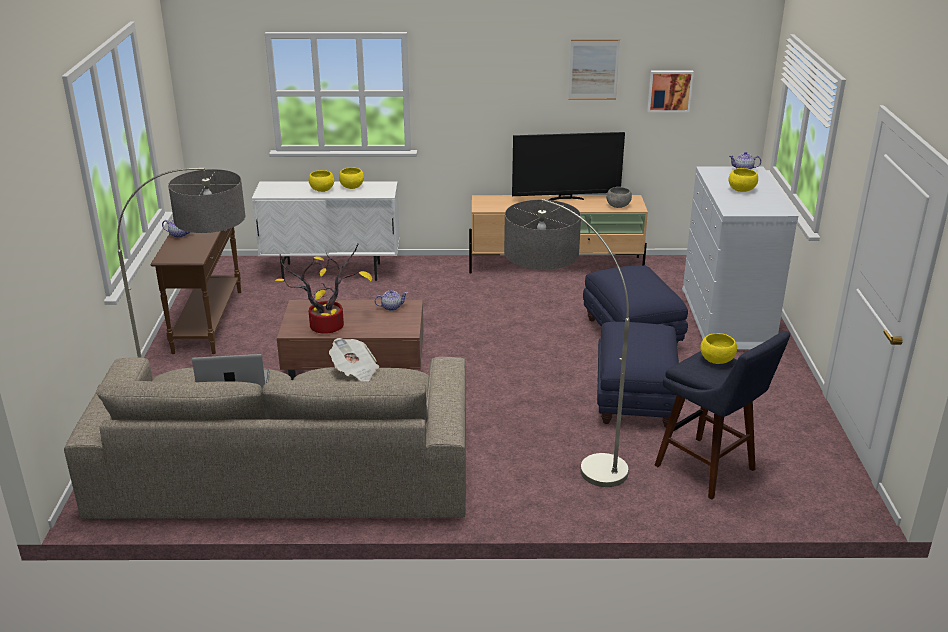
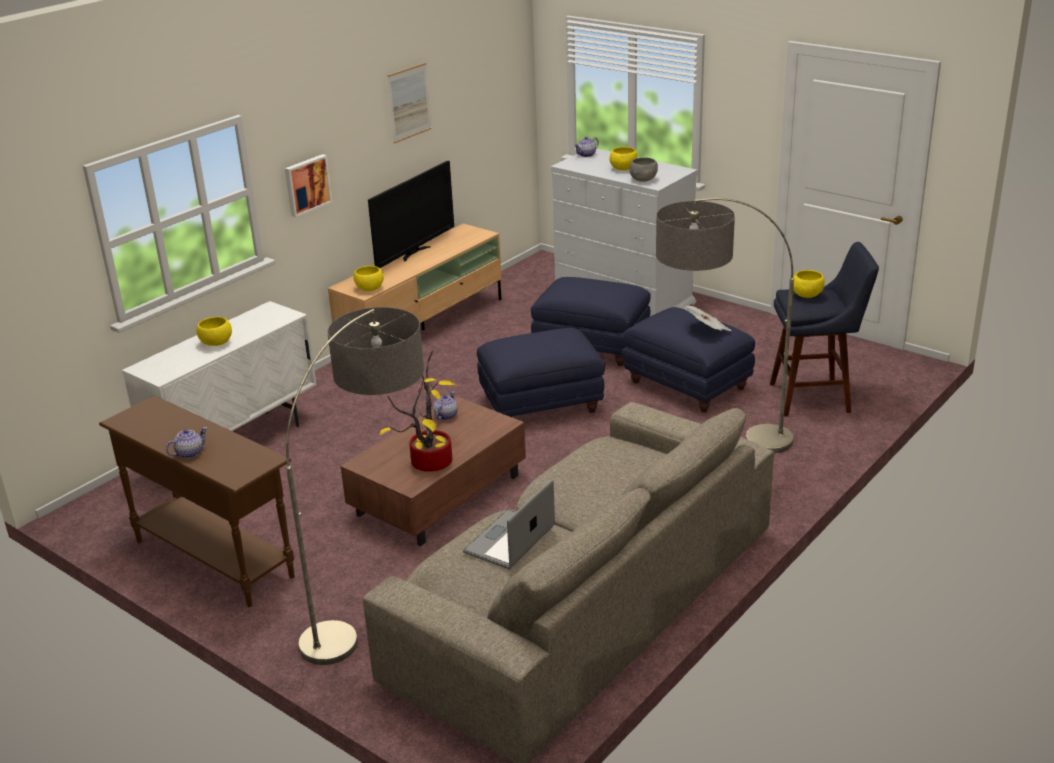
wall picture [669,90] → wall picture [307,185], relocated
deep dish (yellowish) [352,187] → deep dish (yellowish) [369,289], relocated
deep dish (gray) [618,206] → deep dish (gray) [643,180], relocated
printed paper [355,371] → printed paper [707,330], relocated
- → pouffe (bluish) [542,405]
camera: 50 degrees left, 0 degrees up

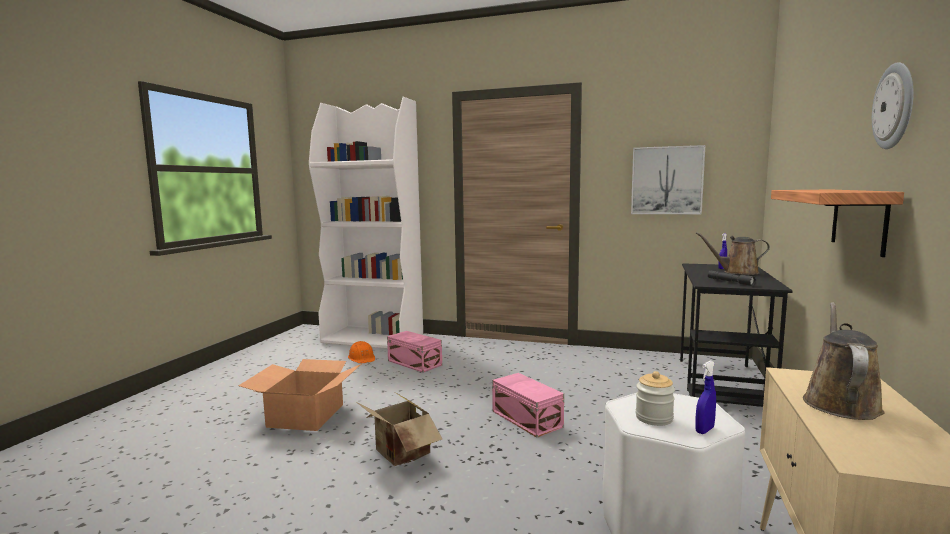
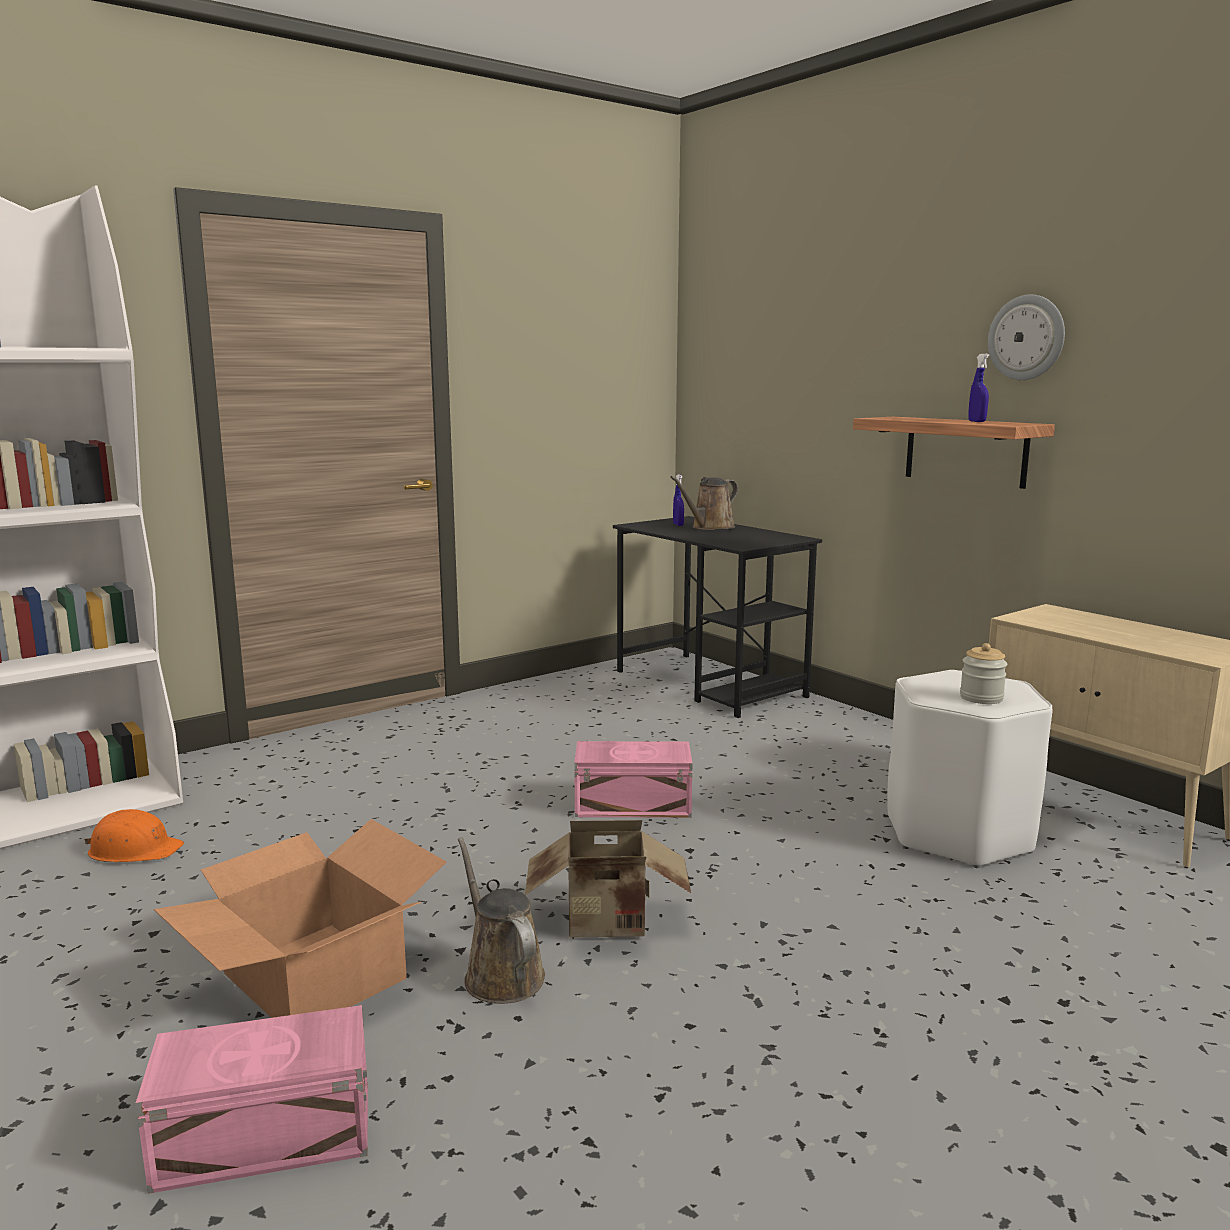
wall picture [666,180] → -
hand torch (gray) [730,282] → -
watering can (brownish) [840,402] → watering can (brownish) [500,974], relocated
storage bin (pinkish) [414,363] → storage bin (pinkish) [268,1138], relocated
hand sprayer (bluish) [704,430] → hand sprayer (bluish) [977,421], relocated
camera: 55 degrees left, 5 degrees up

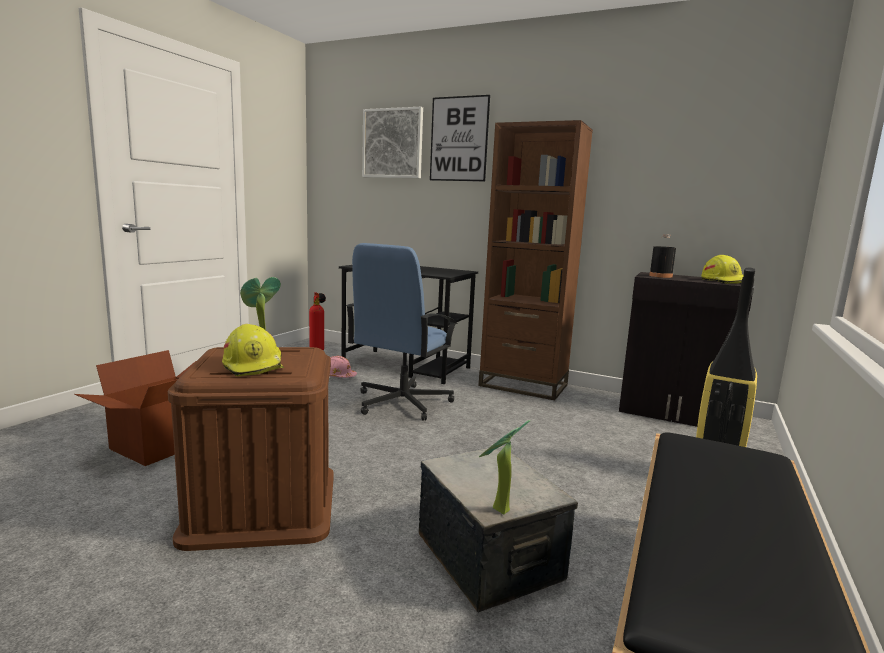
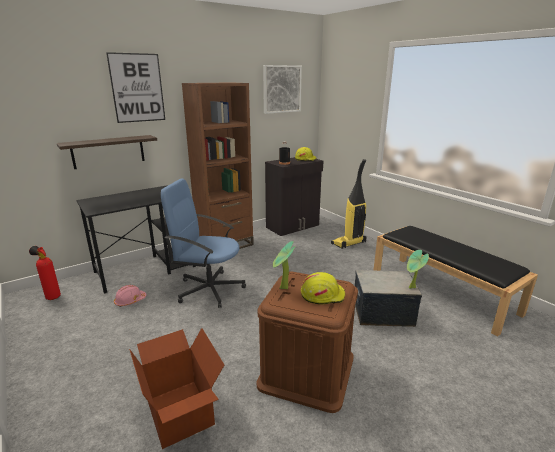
wall picture [392,143] → wall picture [281,89], relocated
computer chair (bluish) [401,403] → computer chair (bluish) [209,289], 135 degrees clockwise
- → wall shelf [108,151]
camera: 60 degrees left, 10 degrees up

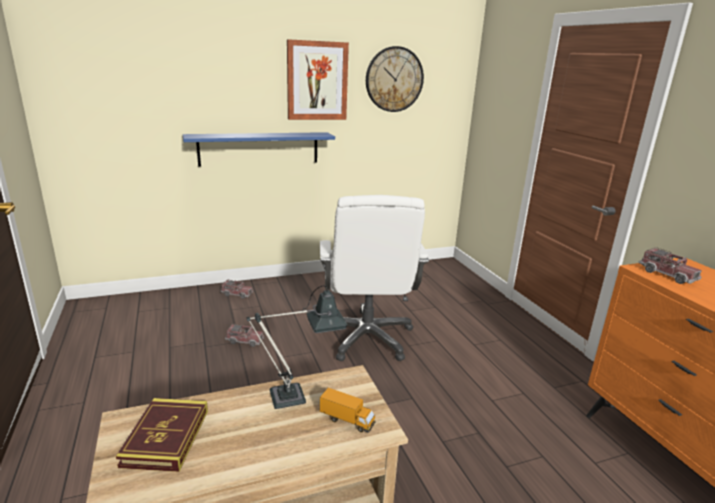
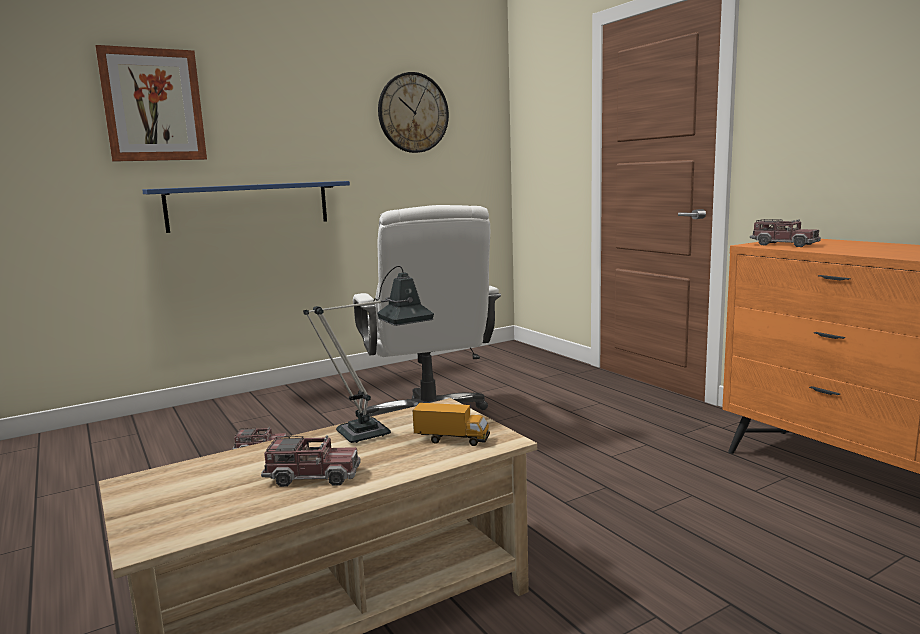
wall picture [317,81] → wall picture [153,105], relocated
toy lorry [237,294] → toy lorry [313,476], relocated
bound book [166,437] → -
camera: 10 degrees left, 10 degrees down

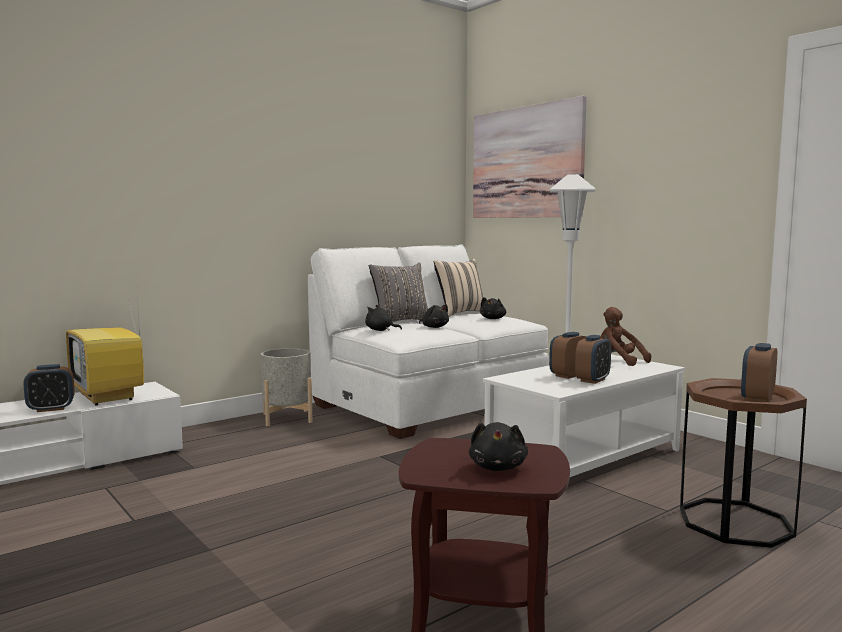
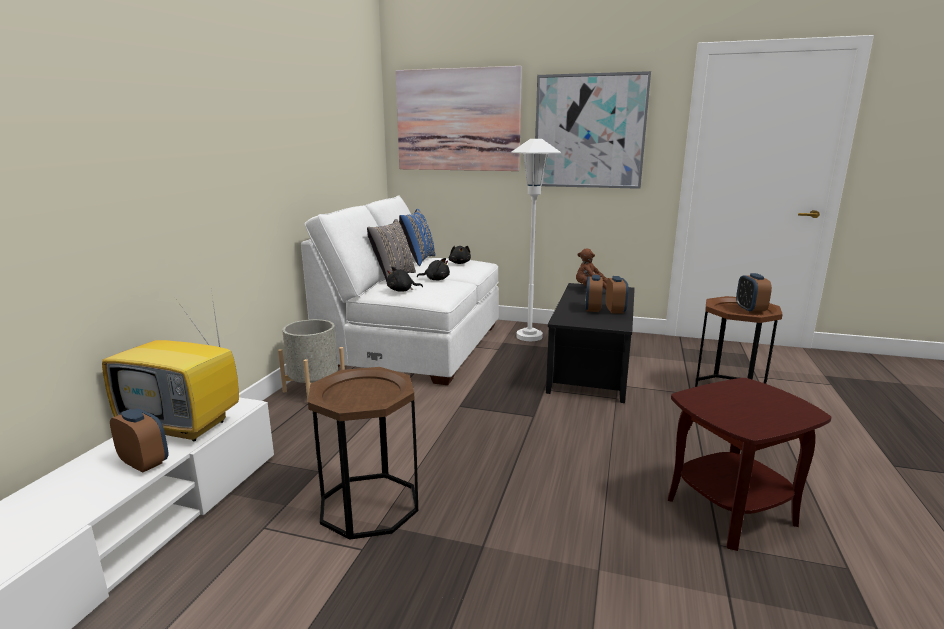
pillow (beige) [460,313] → pillow (bluish) [418,260]
low table (white) [583,458] → low table (blackish) [590,367]
alarm clock [51,409] → alarm clock [144,463], 90 degrees counterclockwise
soft toy (blackish) [498,467] → -
- → wall picture [589,131]
- → side table (brownish) [369,505]
camera: 35 degrees left, 10 degrees up

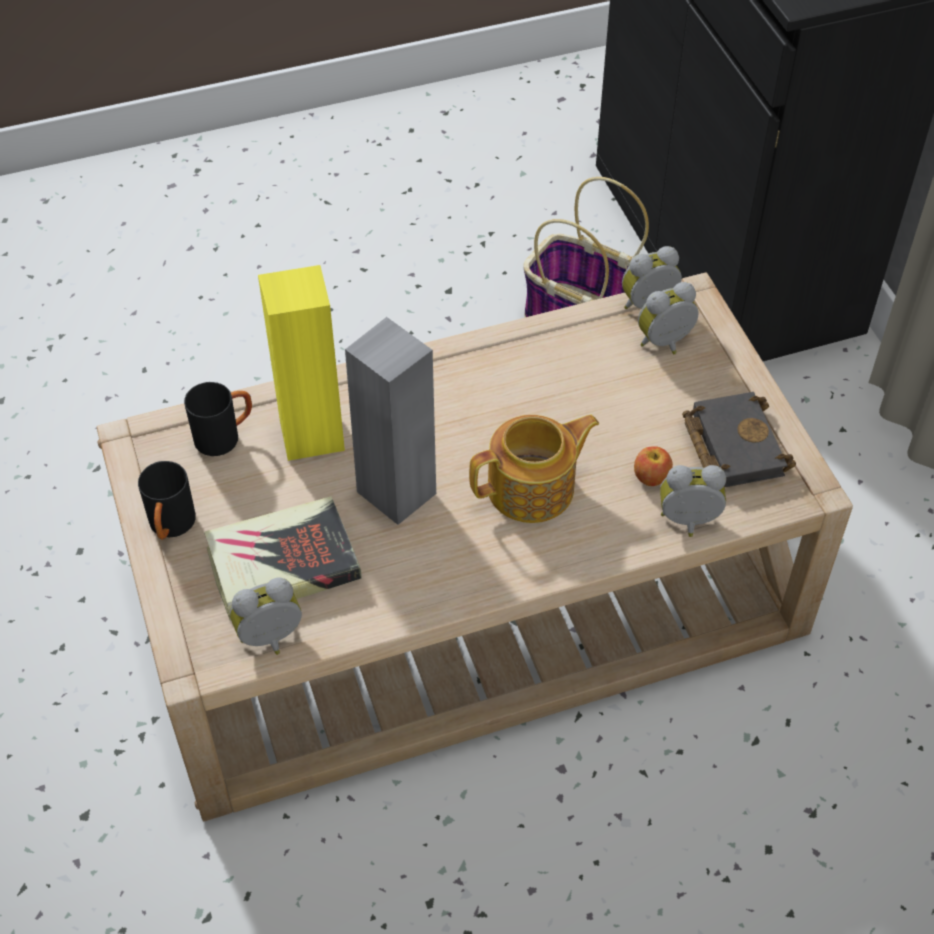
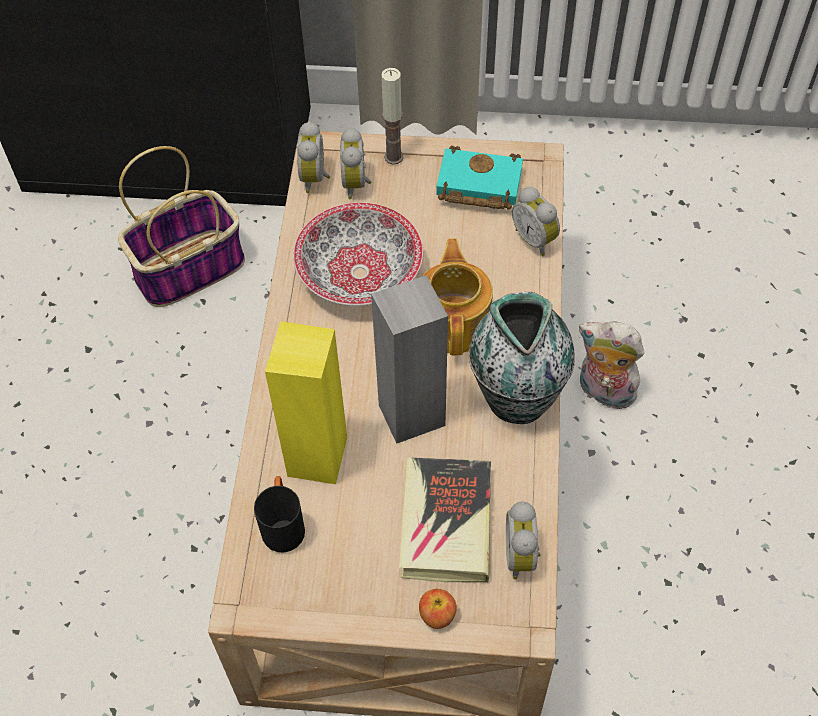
bound book (blackish) [731,444] → bound book (turquoise) [476,185]
apple fruit [651,477] → apple fruit [437,615], relocated
tea mug (blackish) [171,527] → -
alarm clock [688,523] → alarm clock [536,239], 60 degrees counterclockwise
- → wax light [393,157]
- → deep dish [360,272]
- → flower vase [517,396]
- → soft toy [603,392]
camera: 65 degrees left, 5 degrees up

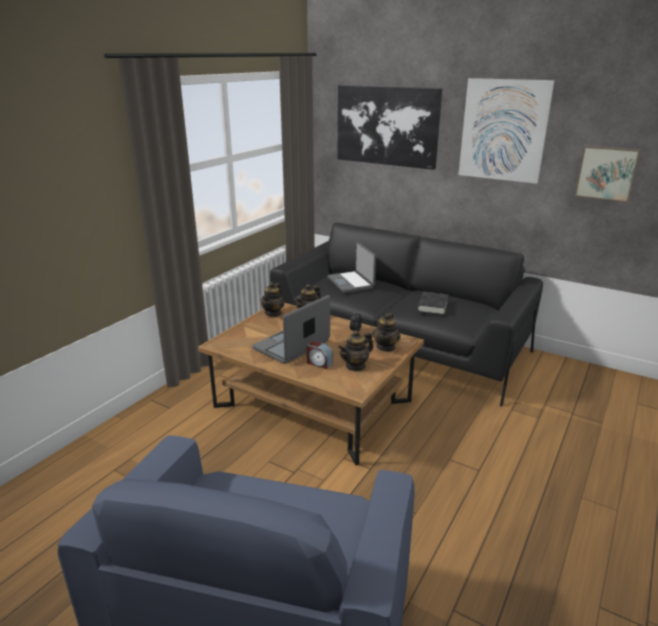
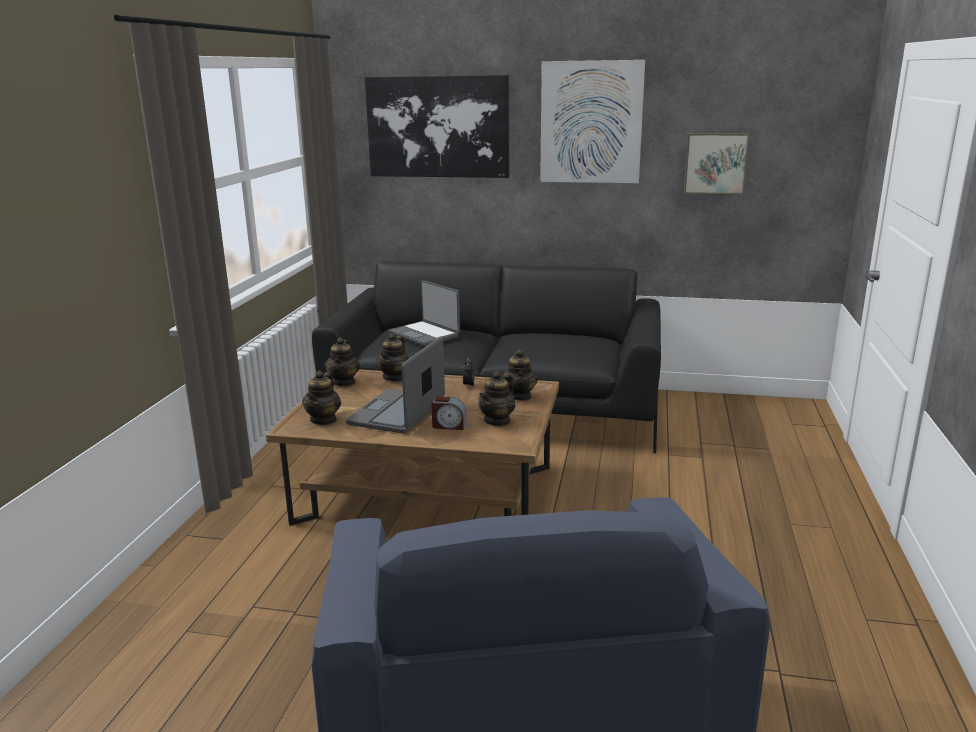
bound book (blackish) [432,306] → -
- → tea pot [324,420]
camera: 20 degrees left, 5 degrees down

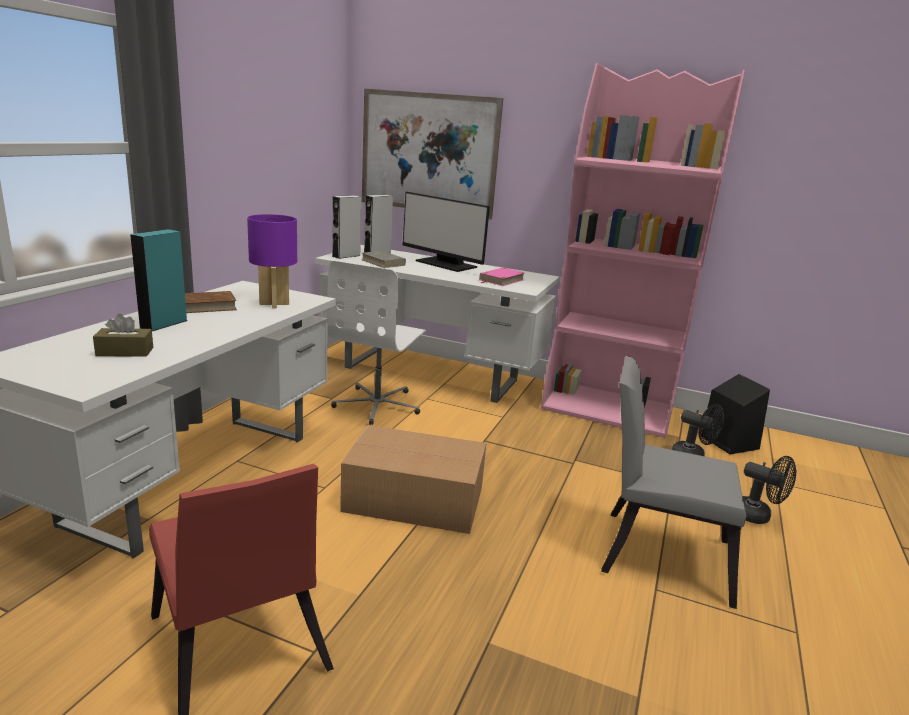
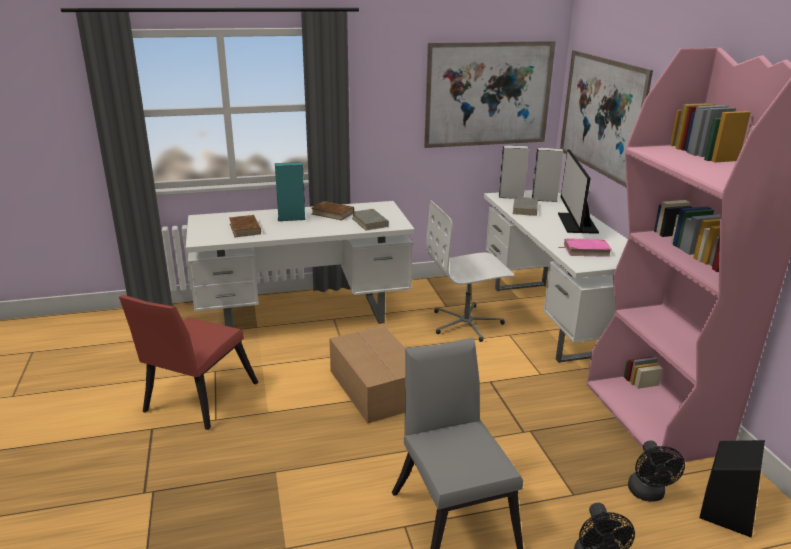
tabletop lamp (purple-coloured) [275,304] → bound book (gray) [370,222]
box of tissues (brownish) [125,352] → bound book (brownish) [245,229]
- → wall picture [488,94]
camera: 55 degrees right, 5 degrees up

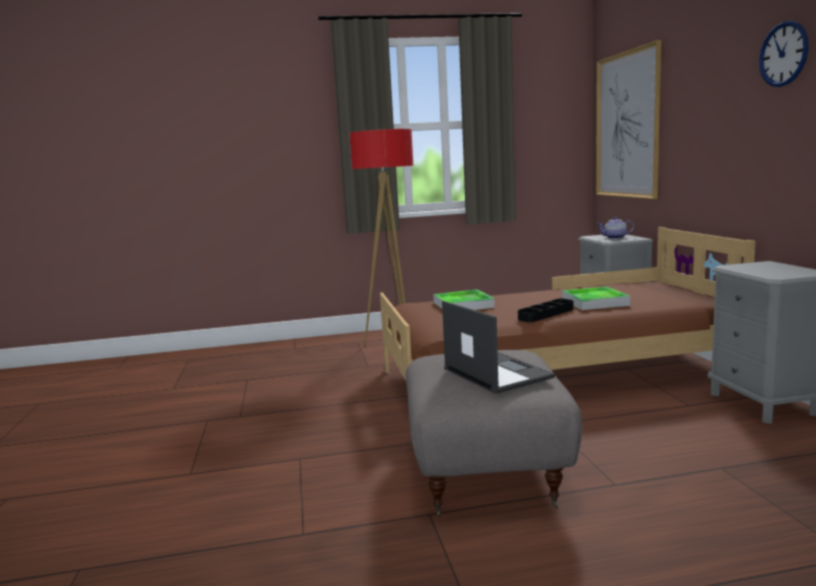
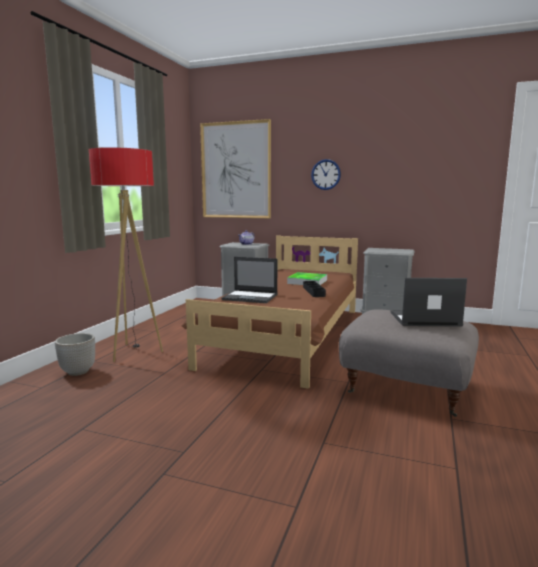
hanging clock [783,54] → hanging clock [325,174], relocated
serving tray [463,305] → portable computer [251,297]
- → flower pot [78,371]
camera: 60 degrees left, 0 degrees up

